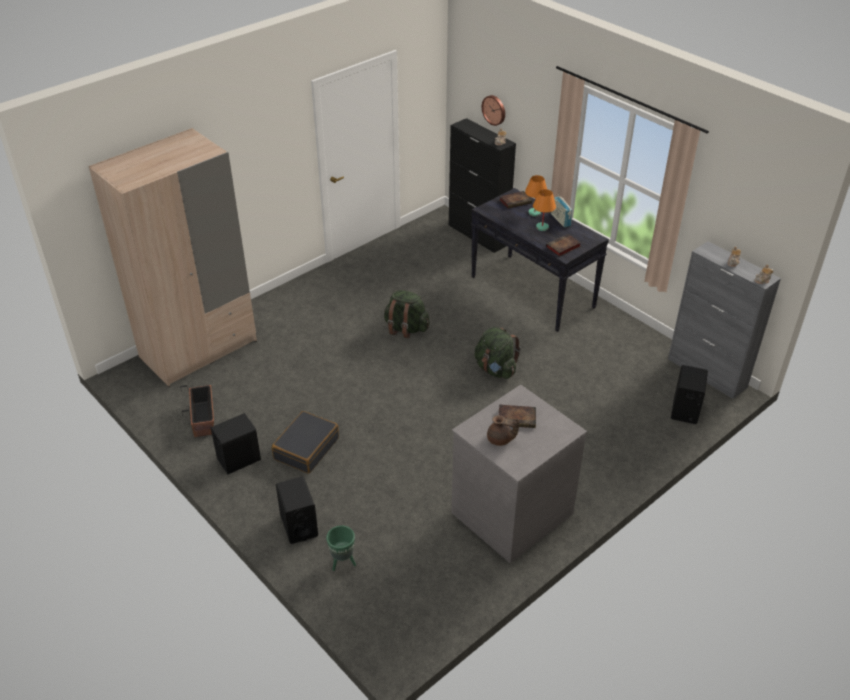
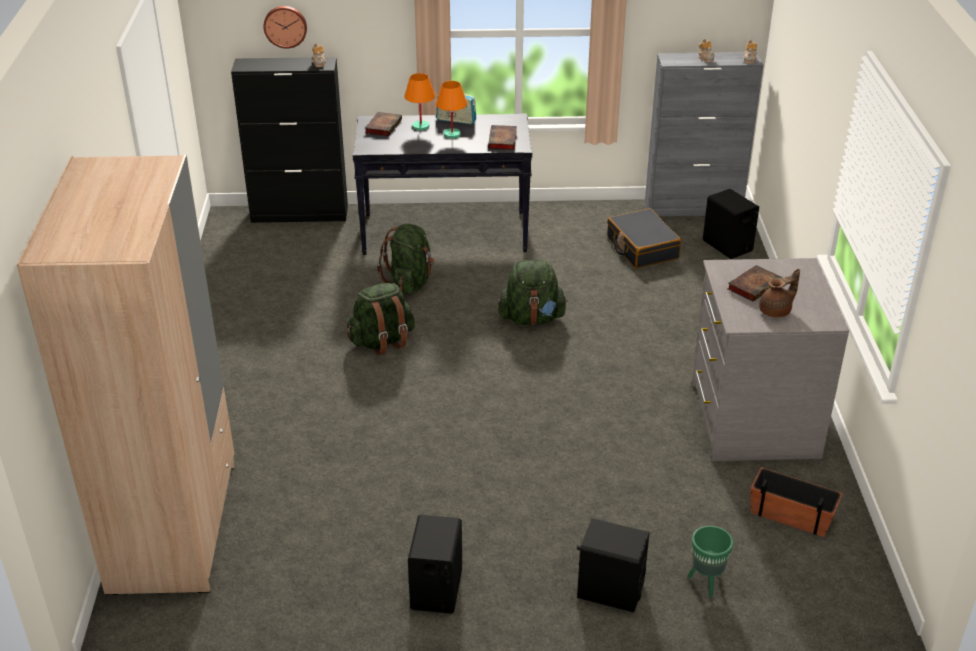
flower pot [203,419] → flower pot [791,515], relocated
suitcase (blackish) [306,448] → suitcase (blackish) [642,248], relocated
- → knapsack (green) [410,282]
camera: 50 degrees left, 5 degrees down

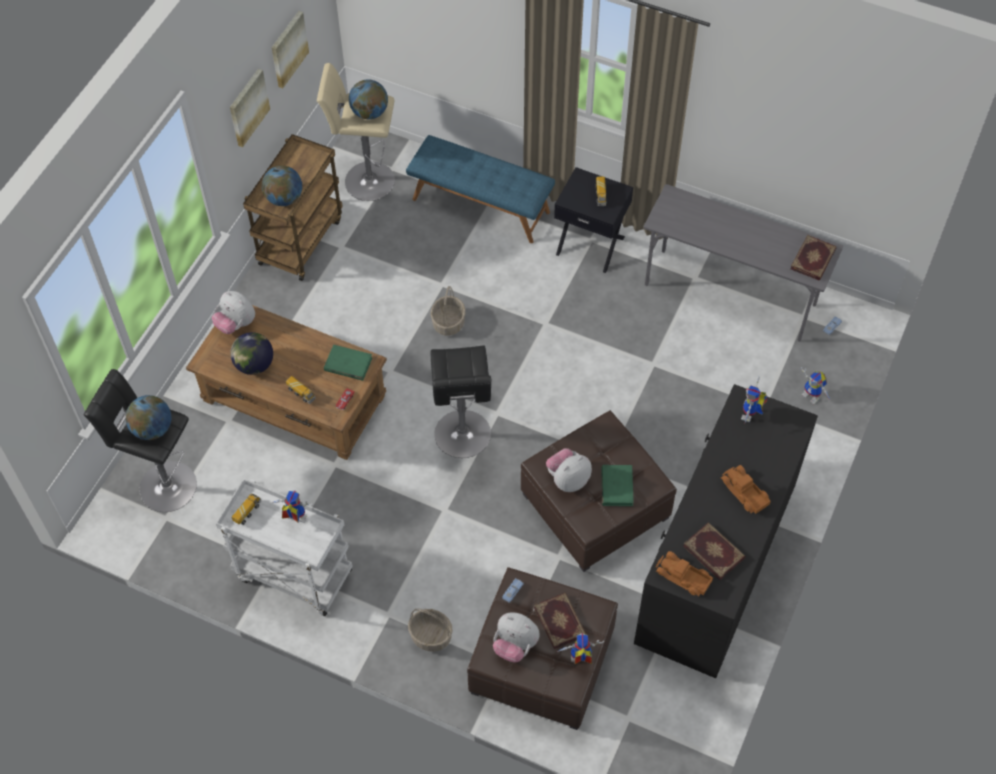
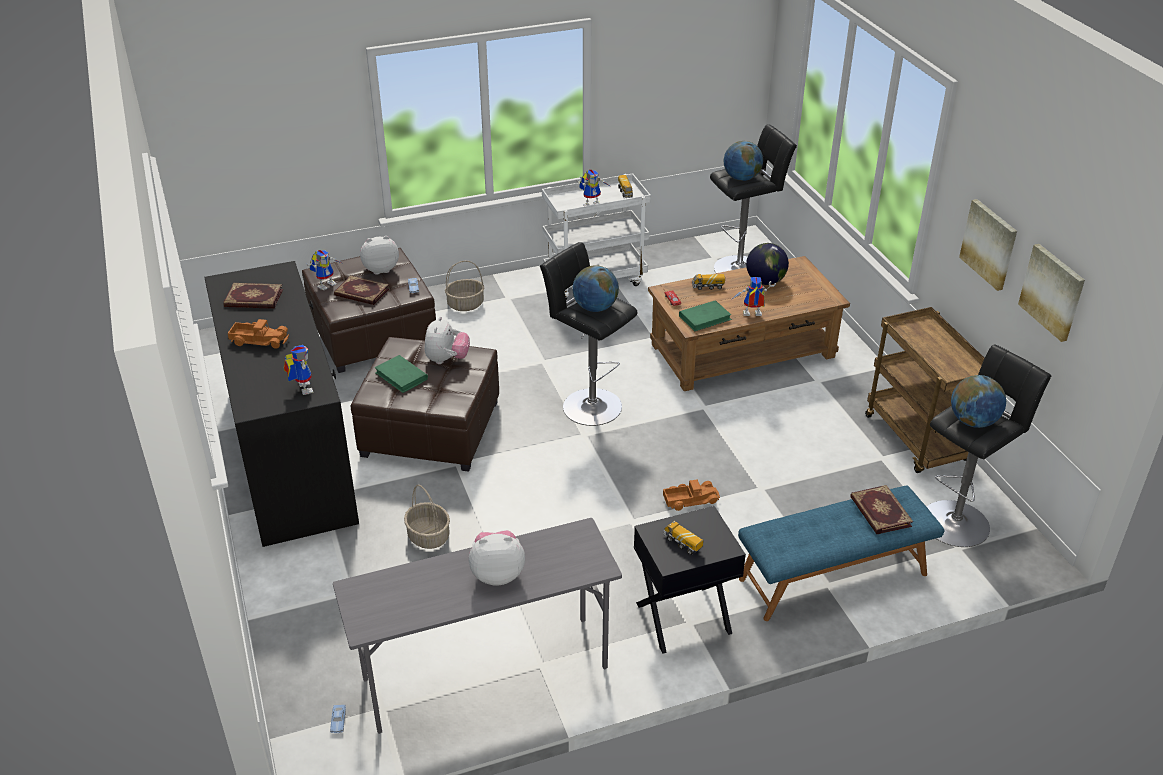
stool (beige) [365,181] → stool (blackish) [958,521]
world globe [284,198] → world globe [595,308], relocated
bound book [813,259] → bound book [879,512], relocated
basket [448,323] → basket [428,536], relocated
soft toy [236,324] → soft toy [497,573], relocated
robot figure [813,396] → robot figure [750,315], relocated
toy lorry [683,577] → toy lorry [690,499], relocated
camera: 135 degrees right, 20 degrees down

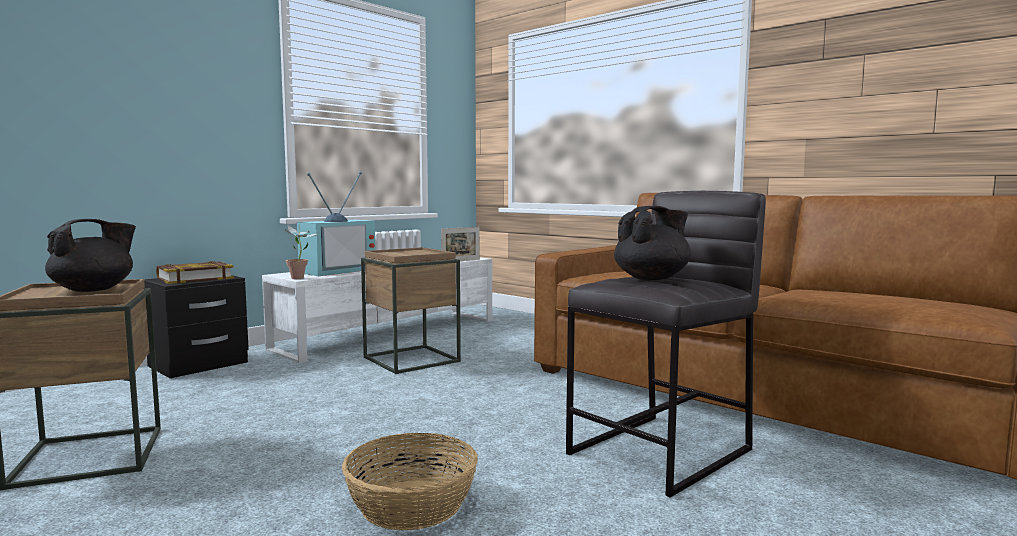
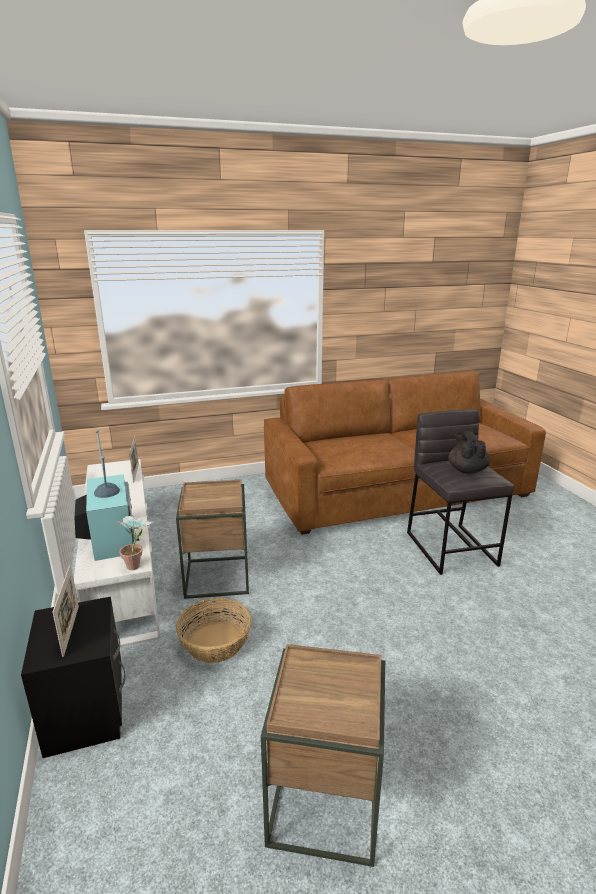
tea pot (blackish) [94,290] → -
bound book [195,278] → picture frame [71,630]
basket [411,504] → basket [215,643], relocated
camera: 60 degrees left, 15 degrees up

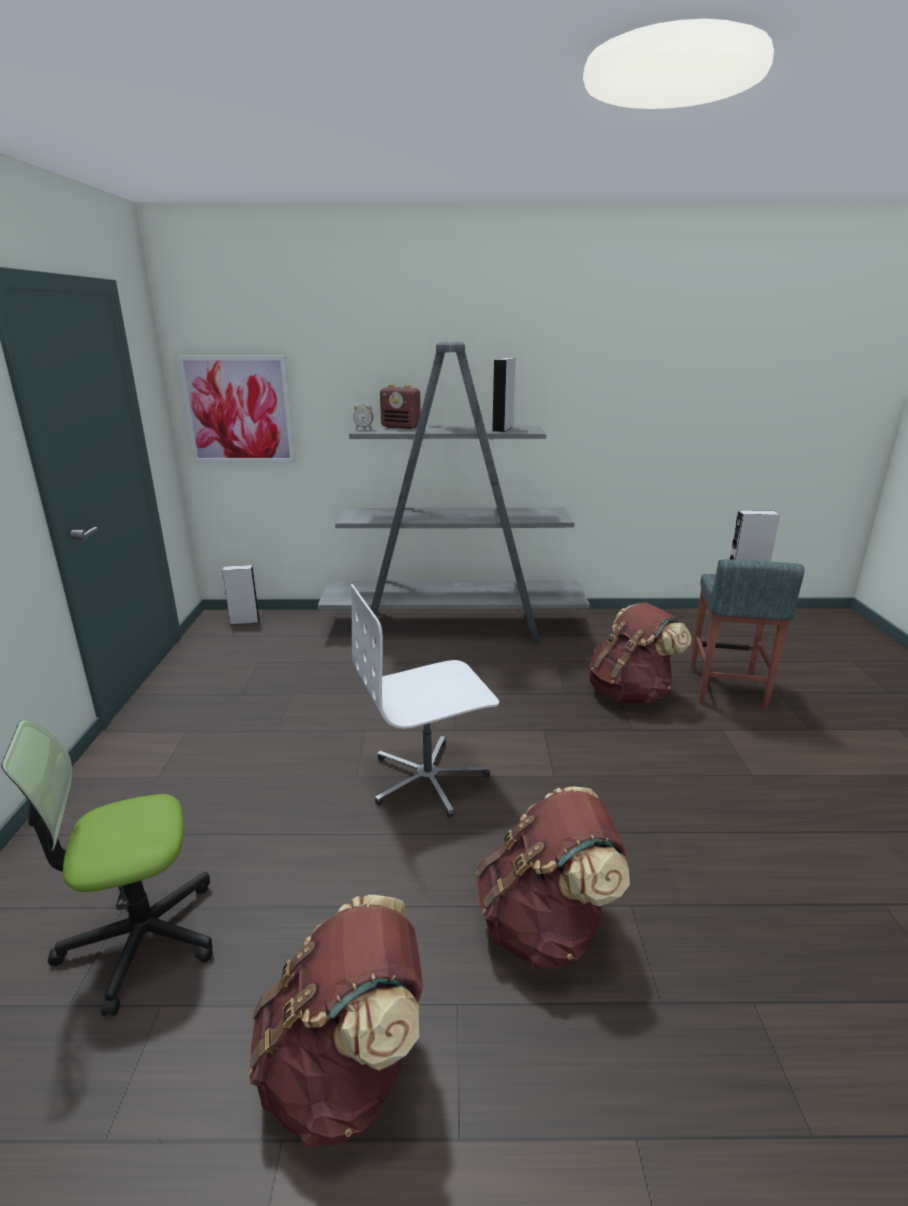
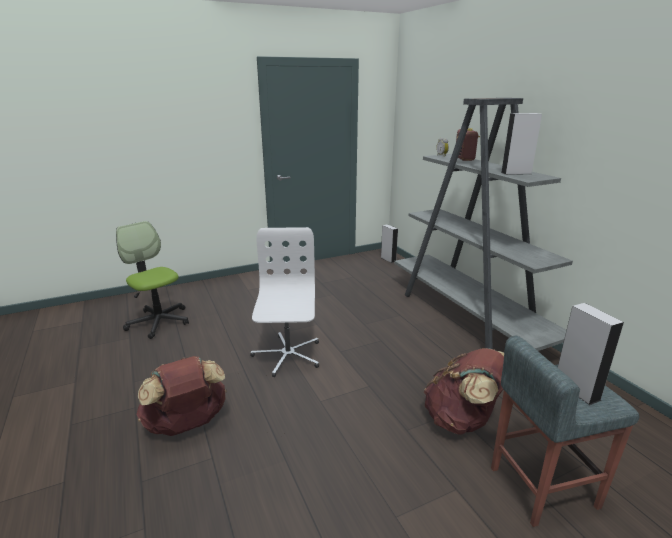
wall picture [238,410] → -
computer chair (white) [428,779] → computer chair (white) [287,355], 45 degrees clockwise
knapsack (brownish) [345,1068] → -
camera: 65 degrees right, 0 degrees up

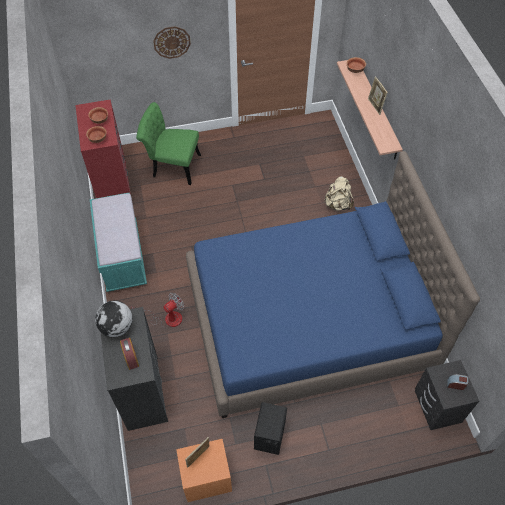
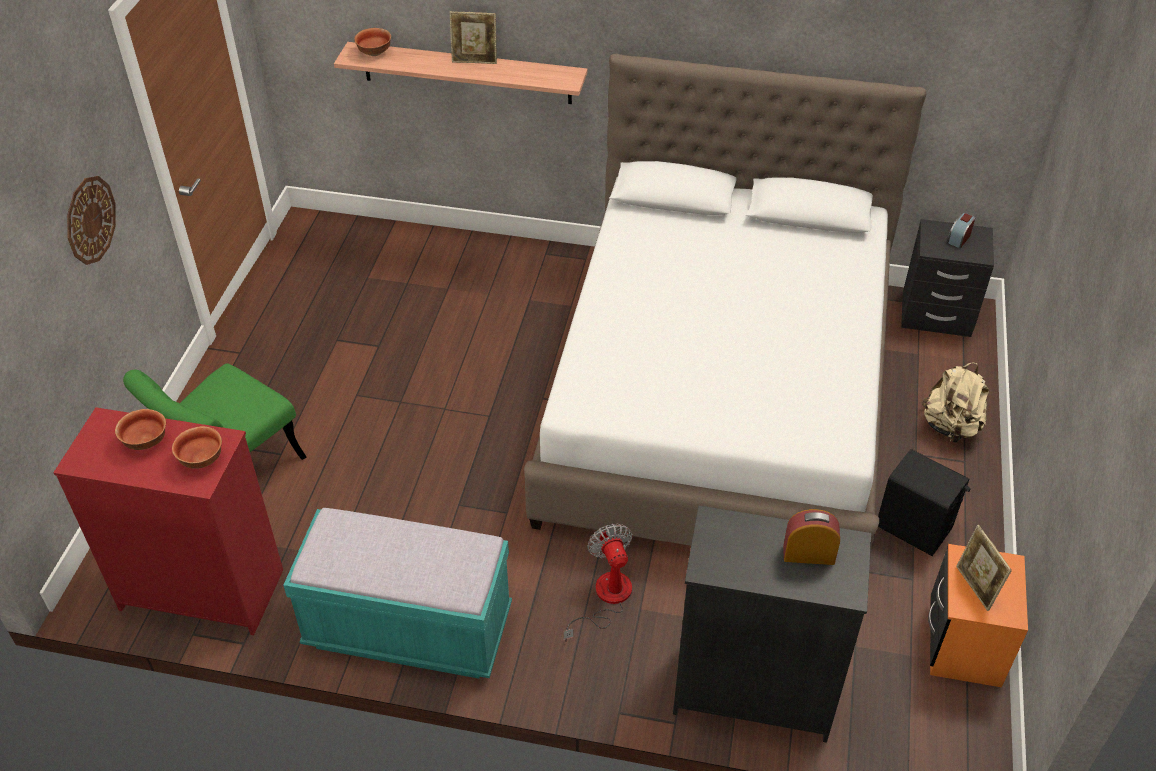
sleeping bed (bluish) [309,321] → sleeping bed (white) [719,398]
knapsack (beige) [337,204] → knapsack (beige) [950,427], relocated
world globe [116,327] → -
camera: 65 degrees left, 10 degrees down

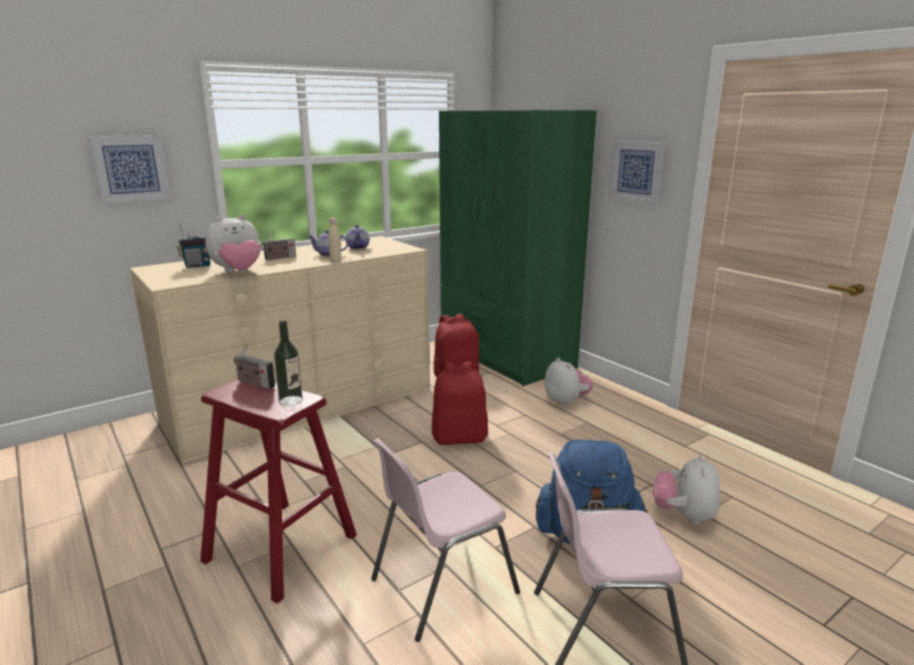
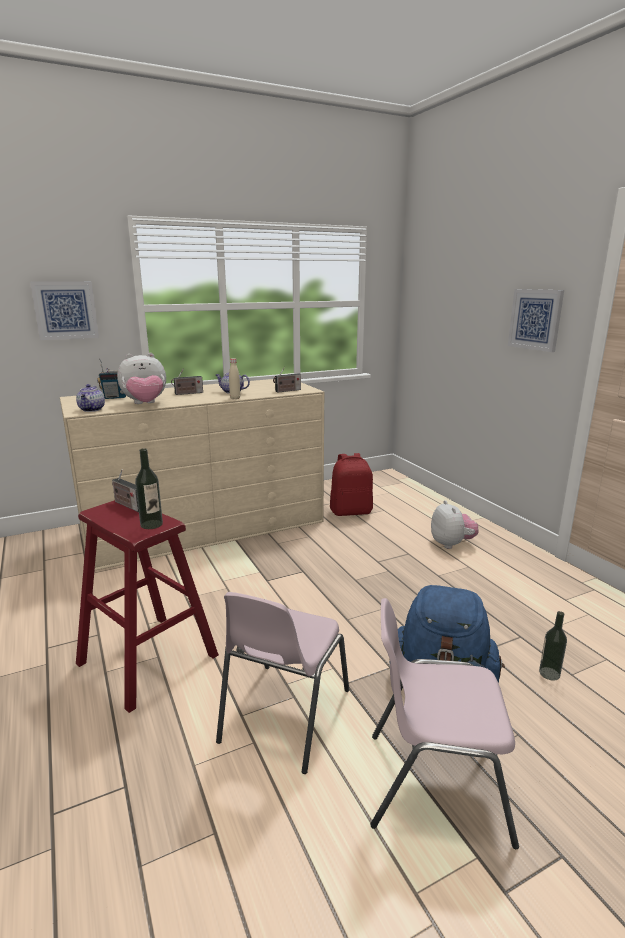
wardrobe (green) [505,356] → -
tea pot [358,247] → tea pot [92,410], relocated
knapsack (red-coloured) [460,438] → -
plain chair (pinkish) [441,585] → plain chair (pinkish) [283,716], 45 degrees counterclockwise
soft toy [684,515] → beverage bottle [549,673]
- → radio receiver [287,391]
camera: 10 degrees right, 0 degrees up

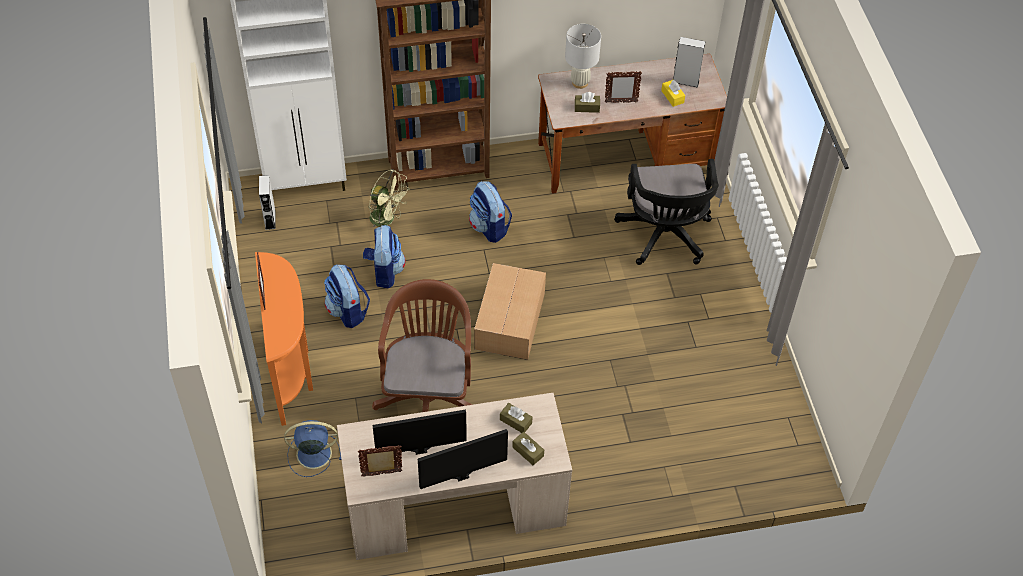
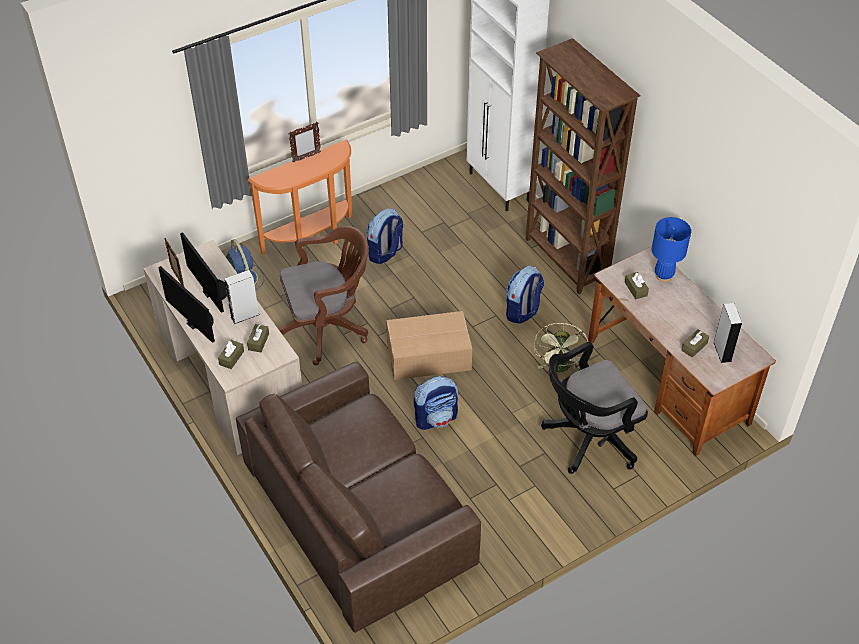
tabletop lamp (white) [580,83] → tabletop lamp (bluish) [663,276]
picture frame [620,102] → -
box of tissues (yellowish) [672,96] → box of tissues (brownish) [694,347]
fan (green) [387,219] → fan (green) [559,368], relocated
speaker (gray) [270,219] → speaker (gray) [245,315], relocated
knapsack [384,271] → knapsack [436,418], relocated
- → settee (brownish) [359,512]
camera: 70 degrees right, 5 degrees down

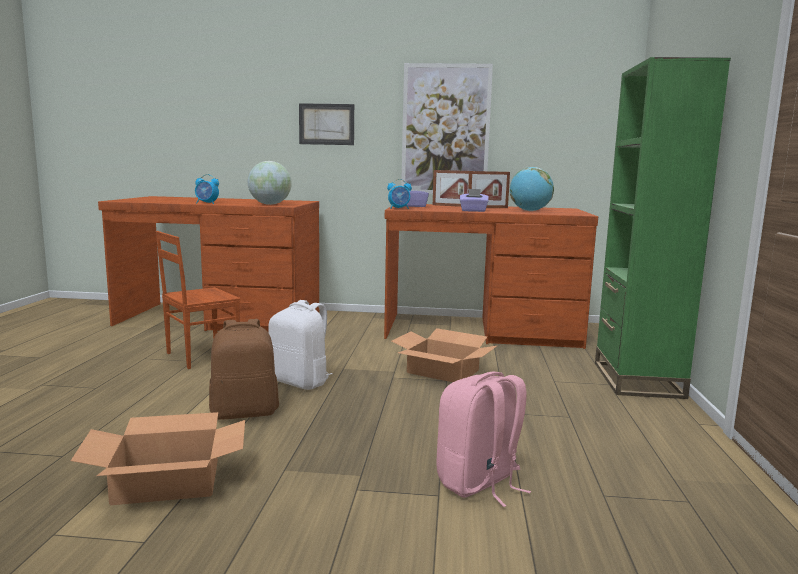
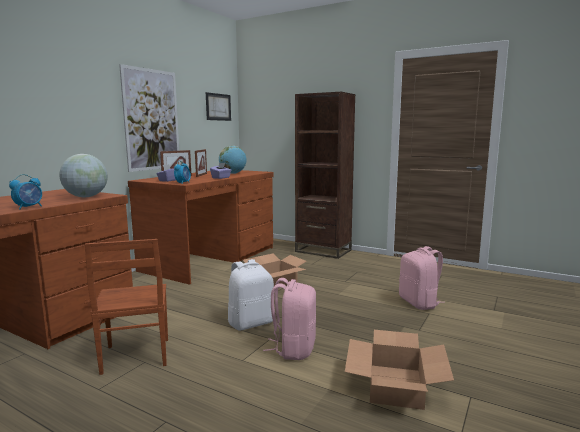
bookcase (green) [637,379] → bookcase (brownish) [323,251]
wall picture [326,124] → wall picture [218,107], relocated
knapsack (brownish) [245,412] → knapsack (pinkish) [293,349]
camera: 65 degrees left, 0 degrees up

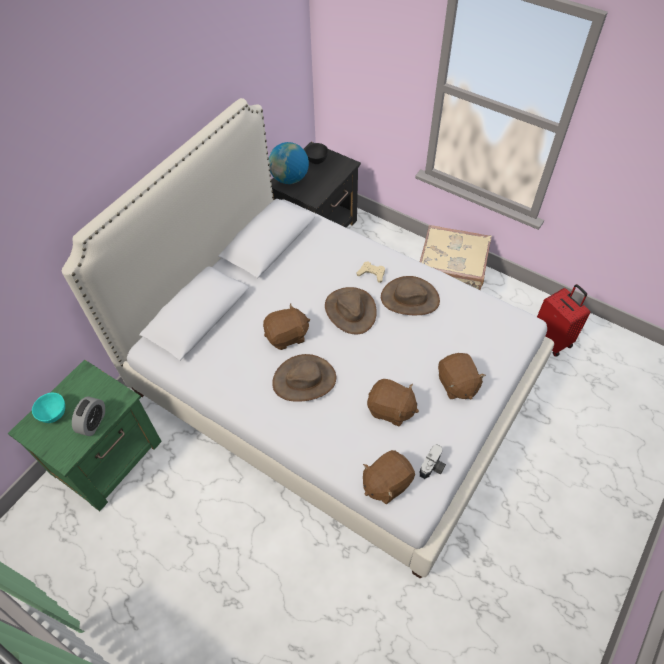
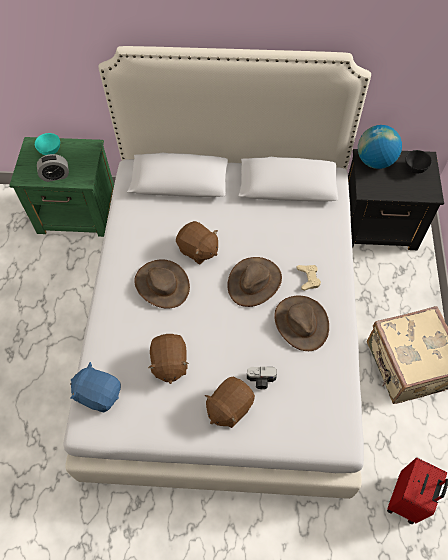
still camera [433,467] → still camera [261,381], relocated
soft toy (brownish) [386,483] → soft toy (bluish) [99,394]
camera: 60 degrees right, 5 degrees up

